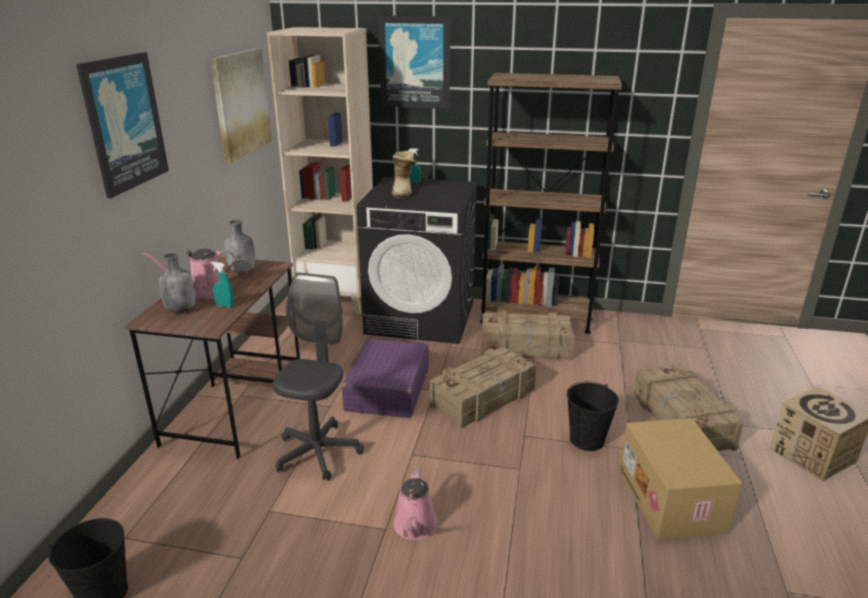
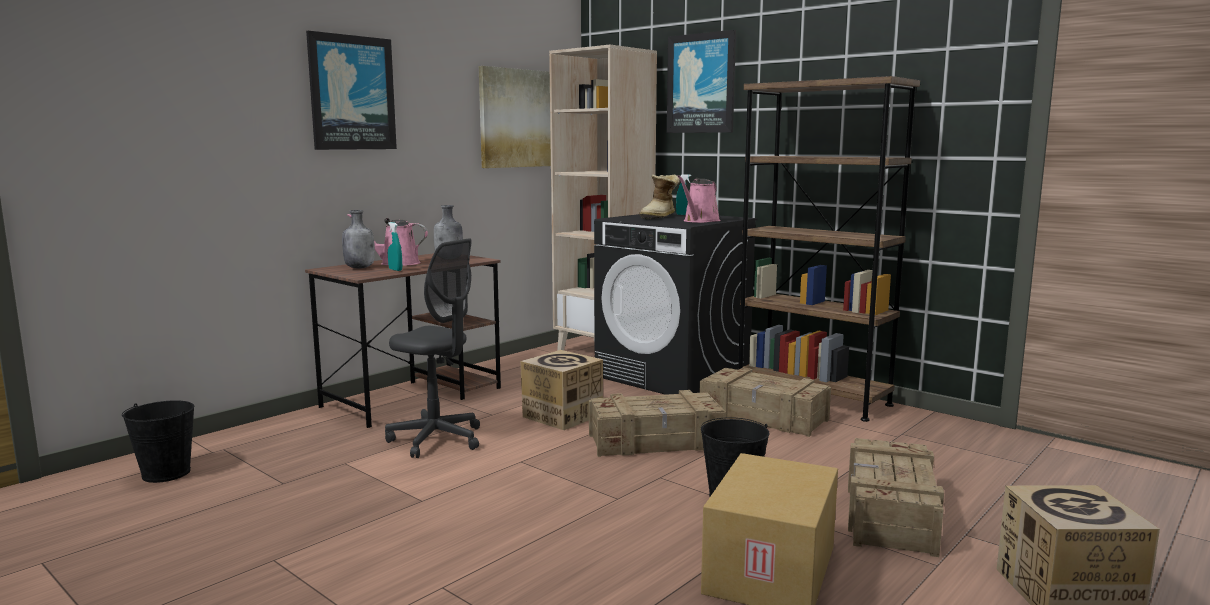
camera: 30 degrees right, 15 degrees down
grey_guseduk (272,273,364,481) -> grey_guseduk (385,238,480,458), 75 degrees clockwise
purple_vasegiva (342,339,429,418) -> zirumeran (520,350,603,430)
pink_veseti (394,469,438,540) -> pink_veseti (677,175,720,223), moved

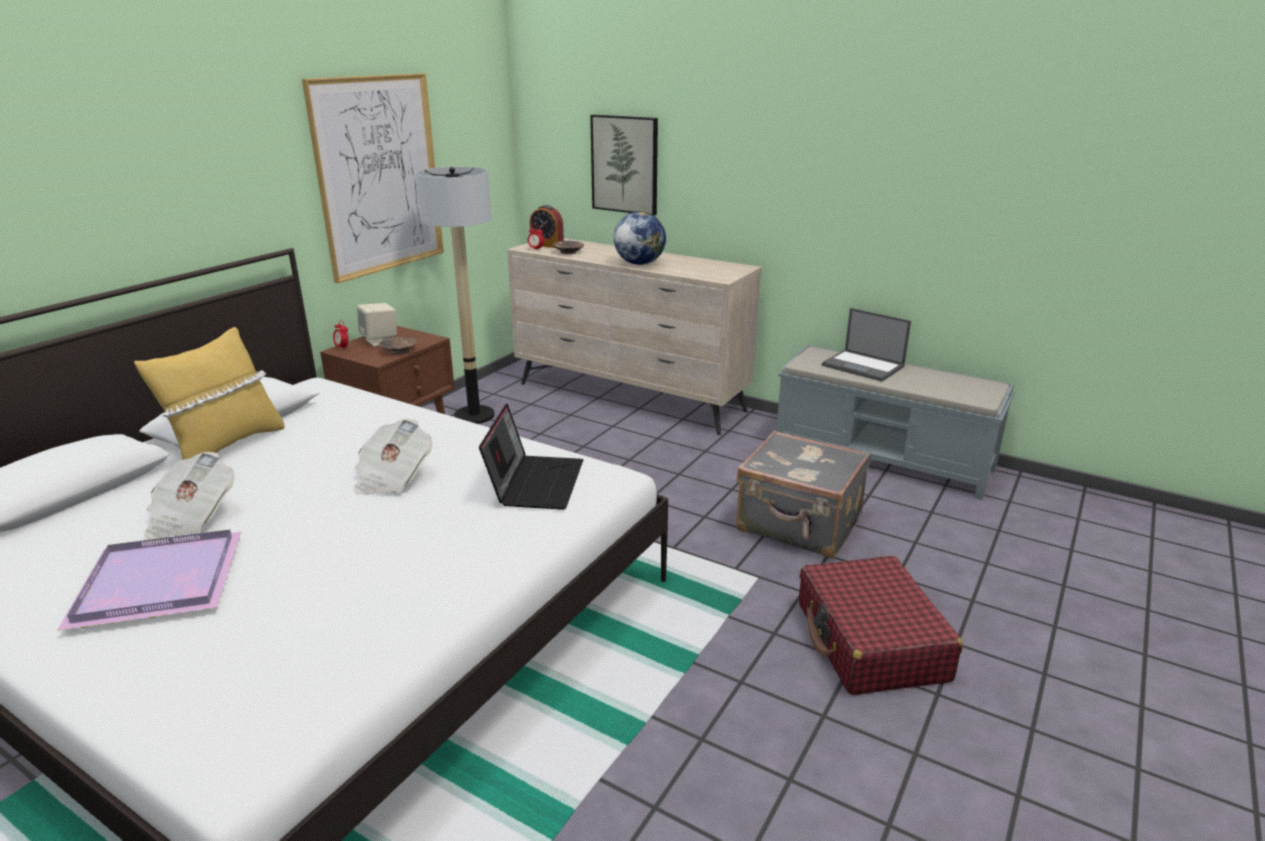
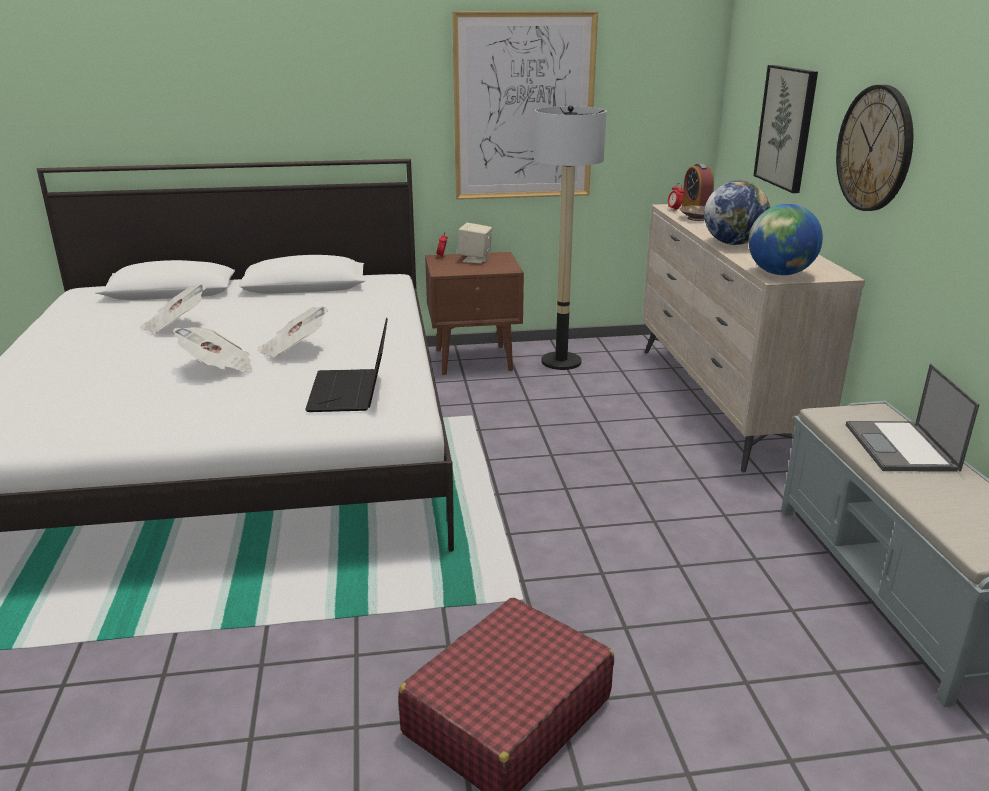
camera: 50 degrees right, 0 degrees up
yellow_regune (134,327,285,460) -> none
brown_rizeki (380,337,417,354) -> none
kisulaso (479,404,583,510) -> kisulaso (305,318,388,412), 120 degrees clockwise
grey_vasegiva (736,431,871,558) -> none
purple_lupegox (57,530,241,631) -> none
none -> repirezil (836,85,913,211)
none -> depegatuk (749,204,823,275)
none -> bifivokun (173,327,253,372)

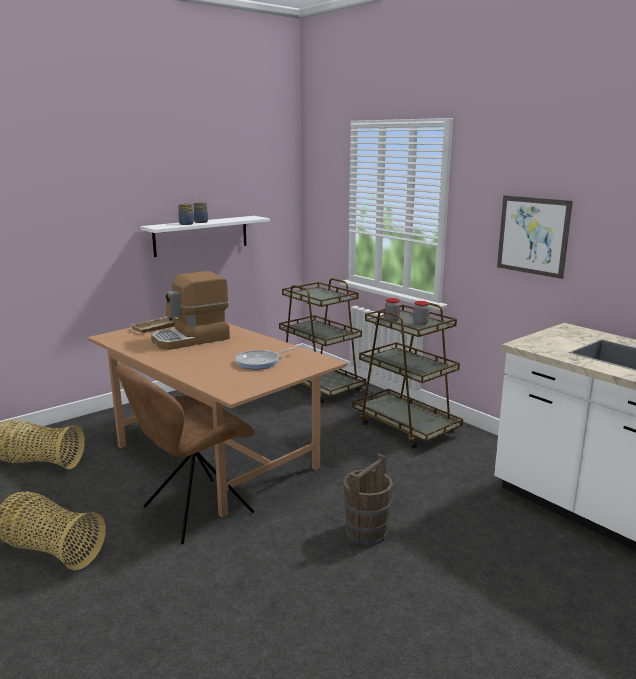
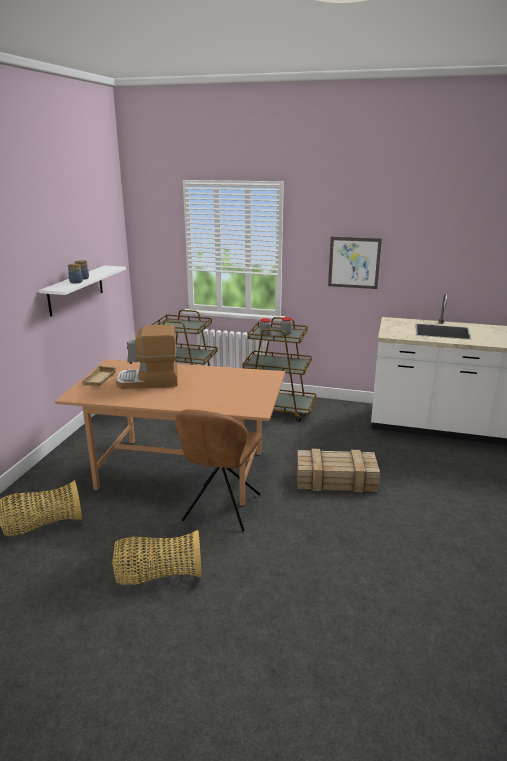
camera: 35 degrees left, 5 degrees up
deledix (151,271,230,350) -> deledix (116,325,178,389), 60 degrees clockwise
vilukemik (235,348,296,369) -> none
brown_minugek (343,453,393,545) -> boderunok (297,448,380,492)

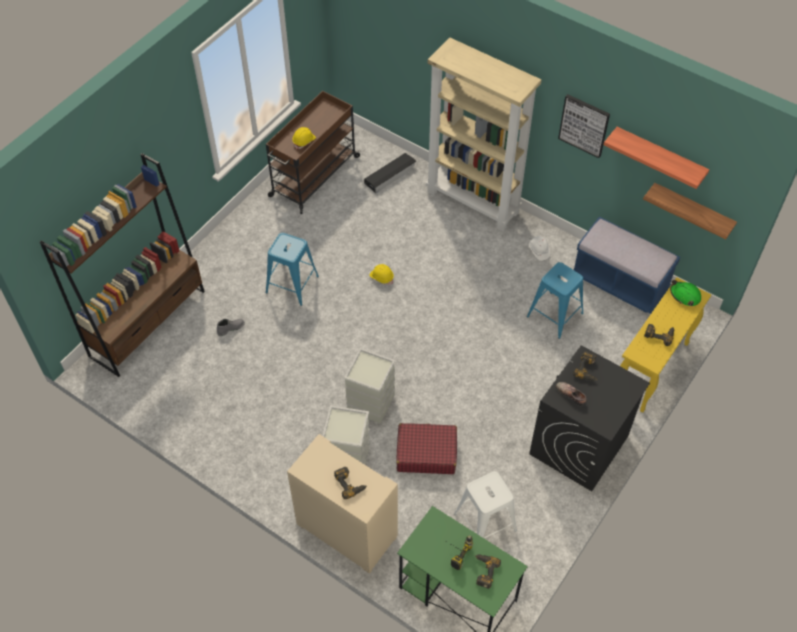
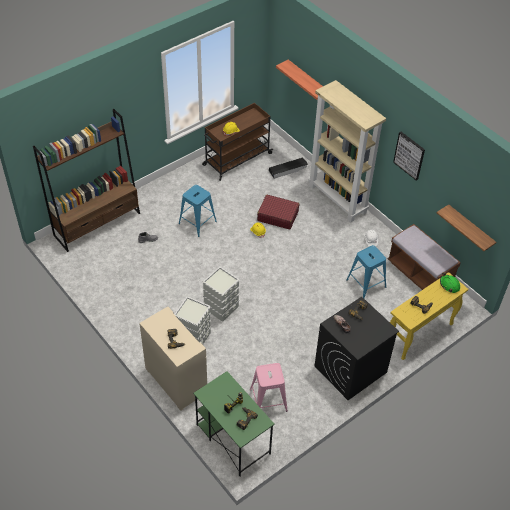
camera: 15 degrees right, 5 degrees down
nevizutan (604,127,710,189) -> nevizutan (276,60,323,100), moved
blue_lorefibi (574,217,680,314) -> brown_lorefibi (388,224,461,290)
red_vasegiva (397,423,457,474) -> red_vasegiva (257,195,299,230), moved
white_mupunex (454,471,517,539) -> pink_mupunex (250,363,288,412)

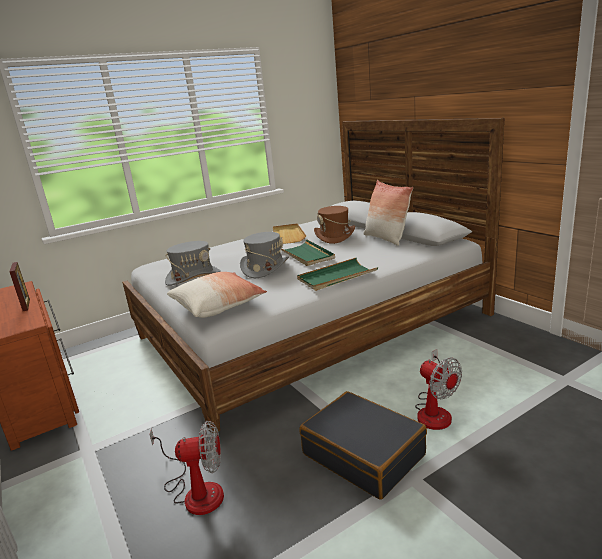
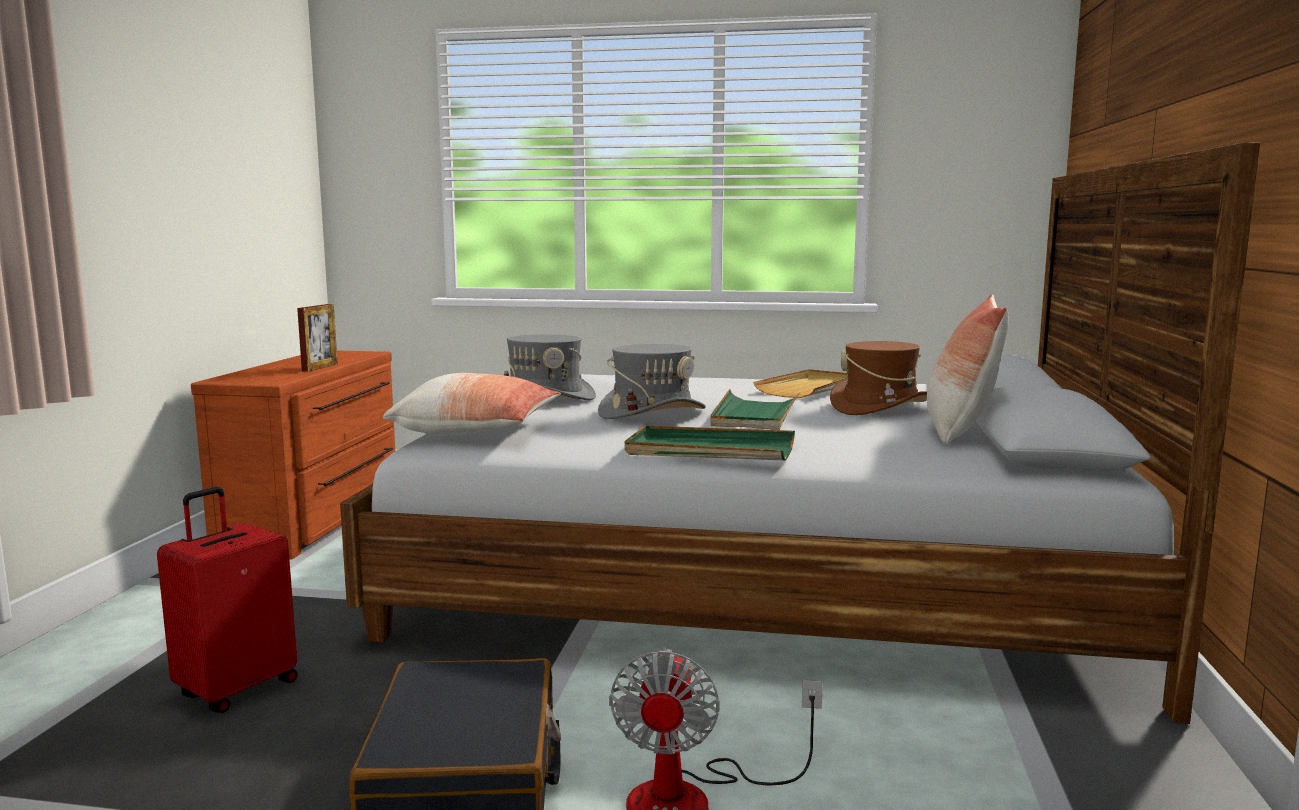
camera: 40 degrees right, 10 degrees down
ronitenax (149,421,224,515) -> red_vasegiva (157,487,298,713)

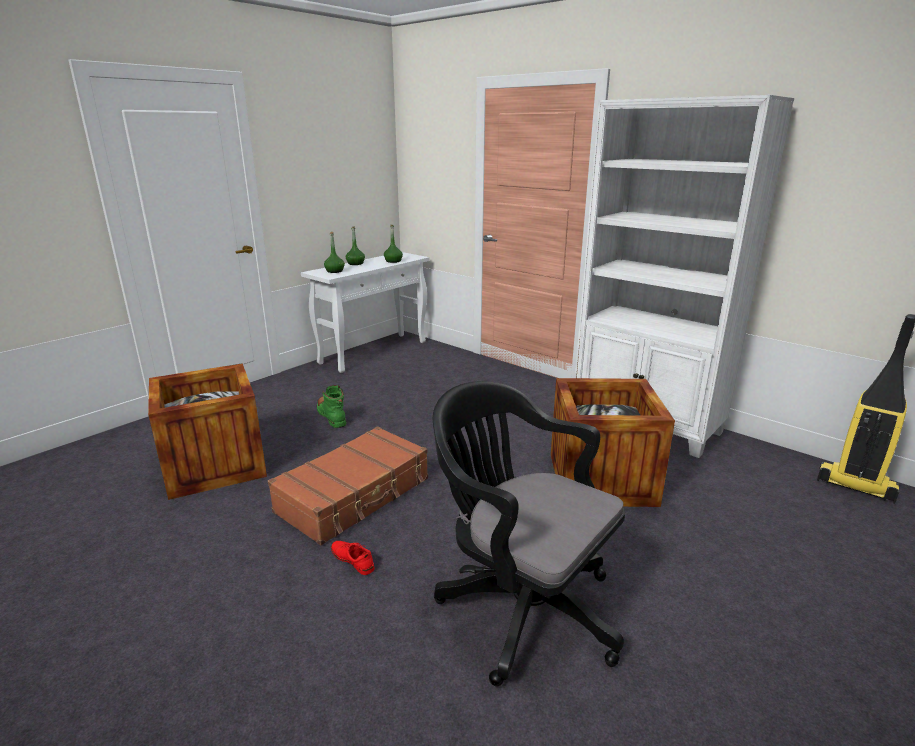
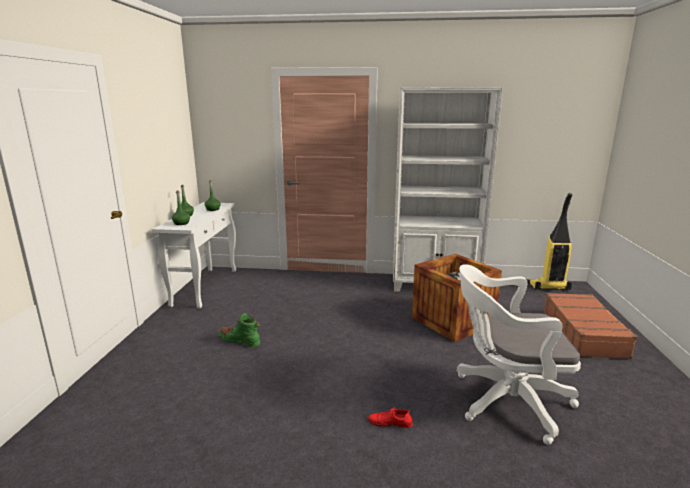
camera: 35 degrees left, 5 degrees down
boderunok (148,363,267,500) -> none
black_guseduk (432,381,625,686) -> white_guseduk (457,264,581,445)
brown_vasegiva (268,426,428,545) -> brown_vasegiva (543,293,637,359), moved

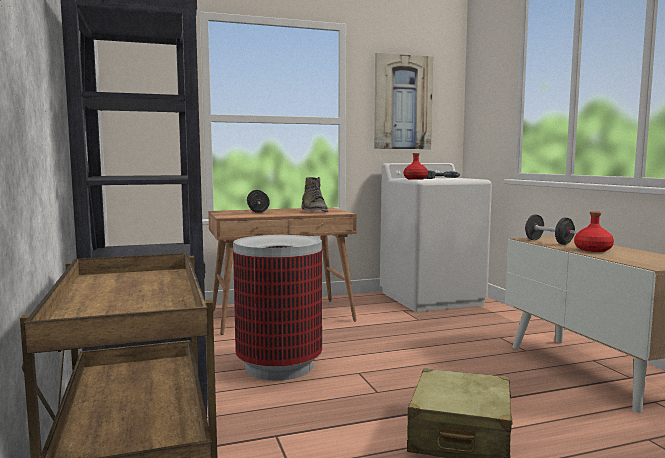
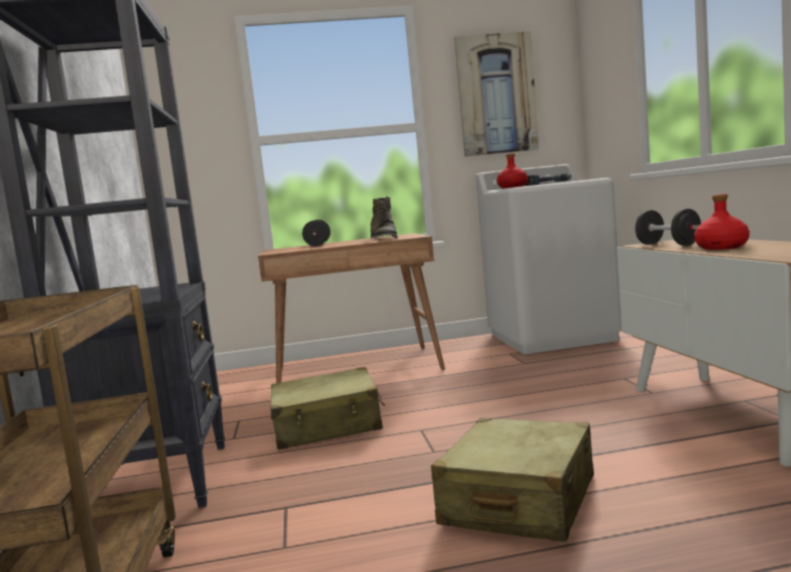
camera: 10 degrees right, 0 degrees up
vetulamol (233,235,322,380) -> beige_vasegiva (270,367,385,450)

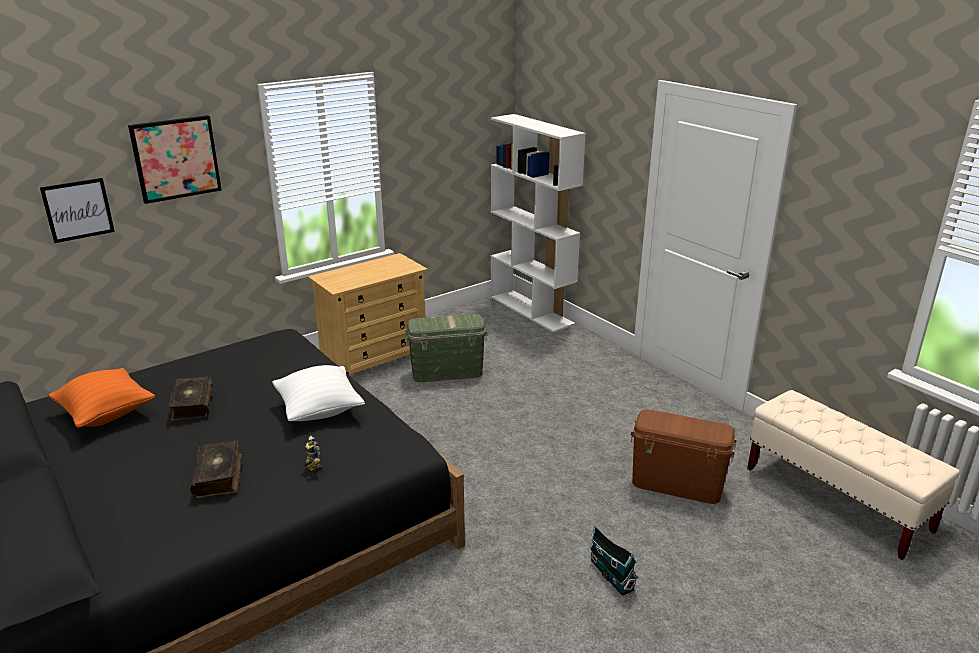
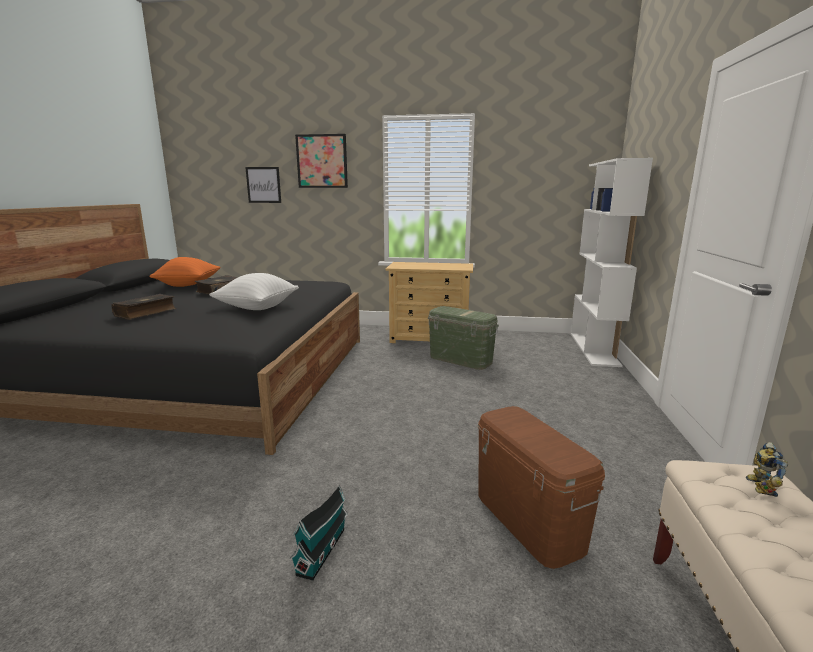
camera: 45 degrees right, 10 degrees down
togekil (305,436,322,471) -> togekil (746,442,788,497), moved

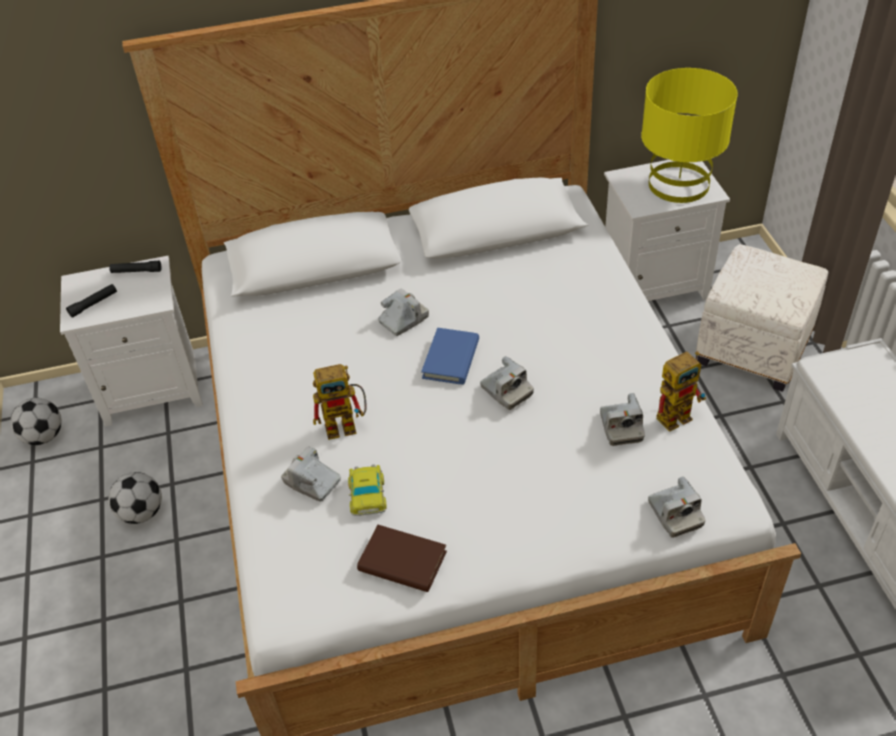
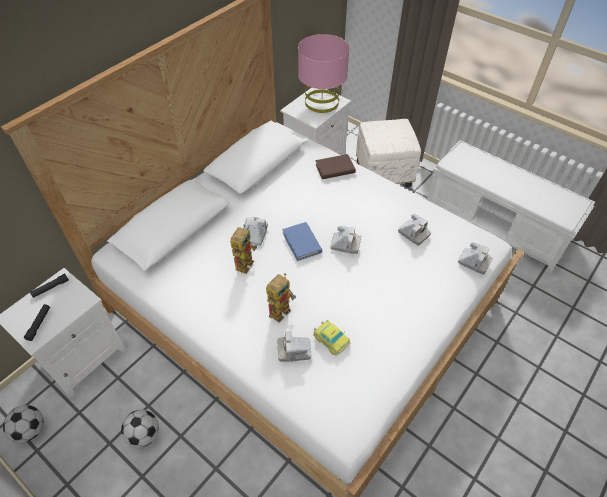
camera: 40 degrees left, 5 degrees up
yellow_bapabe (641,68,738,203) -> pink_bapabe (298,34,349,113)
togekil (656,351,706,432) -> togekil (230,224,257,274), moved
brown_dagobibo (357,525,447,592) -> brown_dagobibo (316,154,356,179), moved

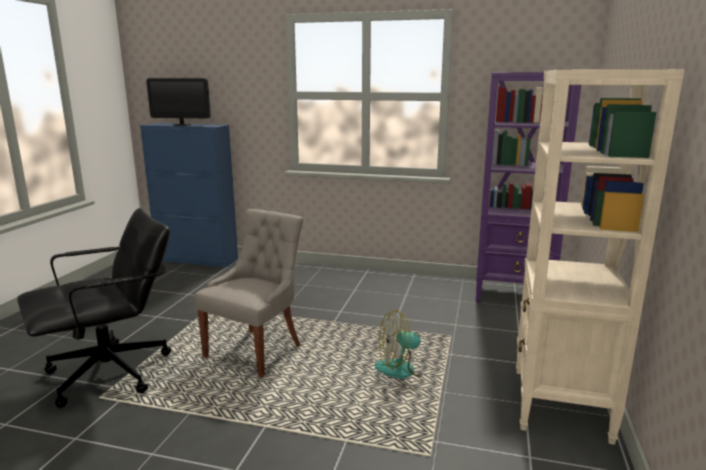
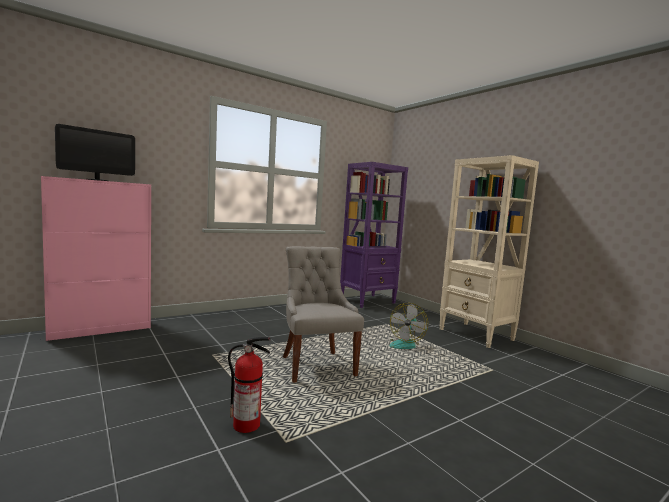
camera: 50 degrees left, 10 degrees down
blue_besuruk (140,123,238,267) -> pink_besuruk (41,176,151,341)
black_guseduk (17,208,171,408) -> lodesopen (228,337,271,433)

